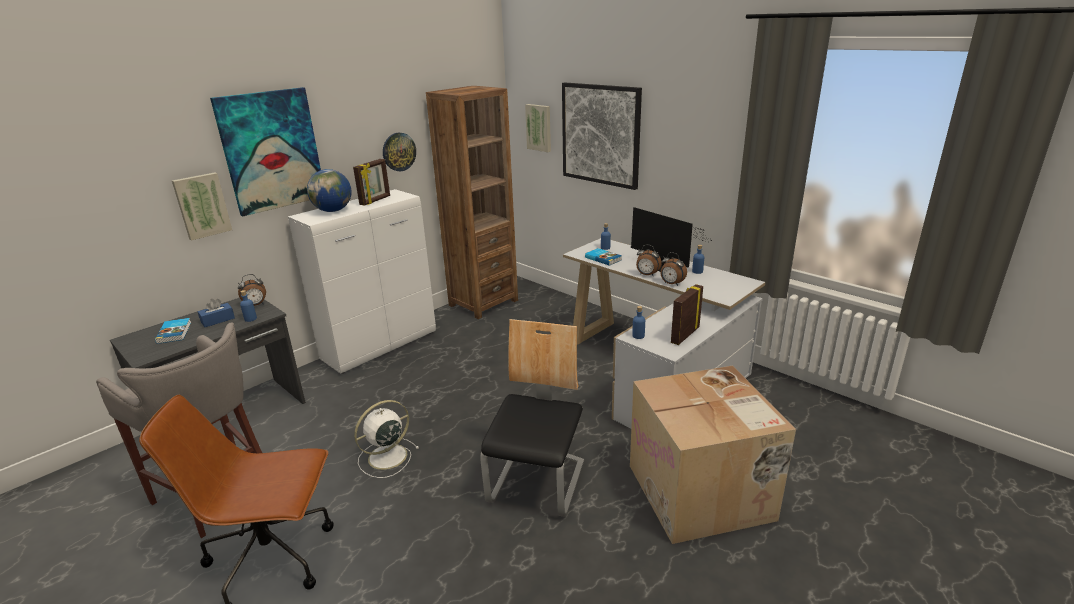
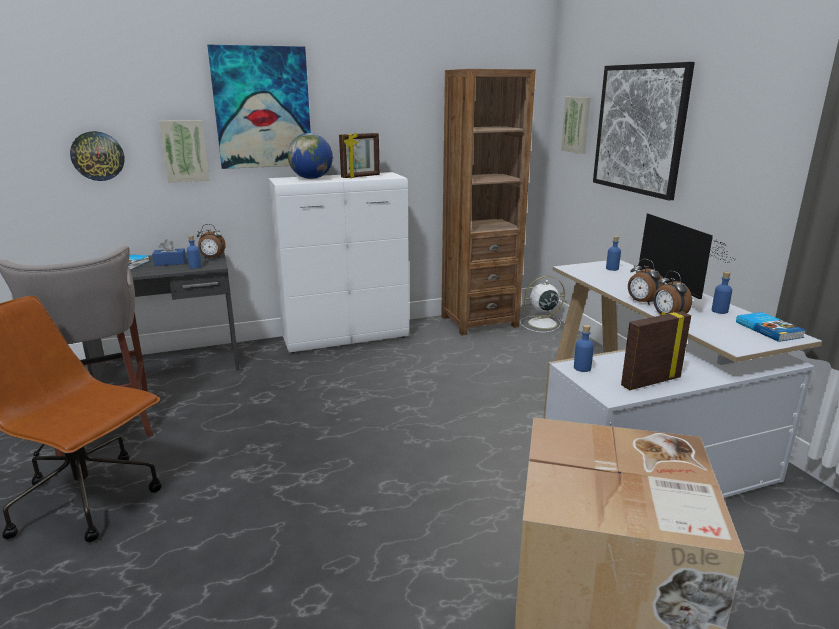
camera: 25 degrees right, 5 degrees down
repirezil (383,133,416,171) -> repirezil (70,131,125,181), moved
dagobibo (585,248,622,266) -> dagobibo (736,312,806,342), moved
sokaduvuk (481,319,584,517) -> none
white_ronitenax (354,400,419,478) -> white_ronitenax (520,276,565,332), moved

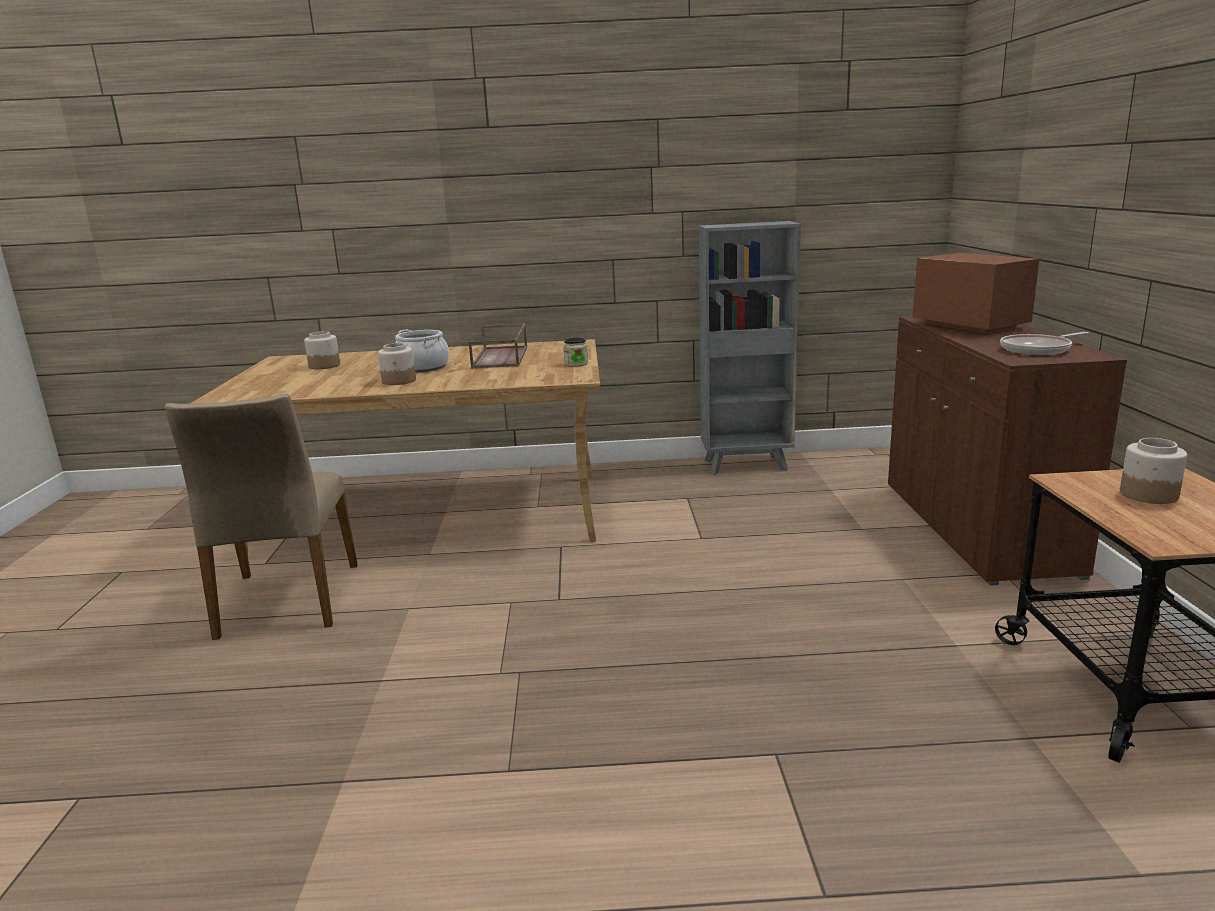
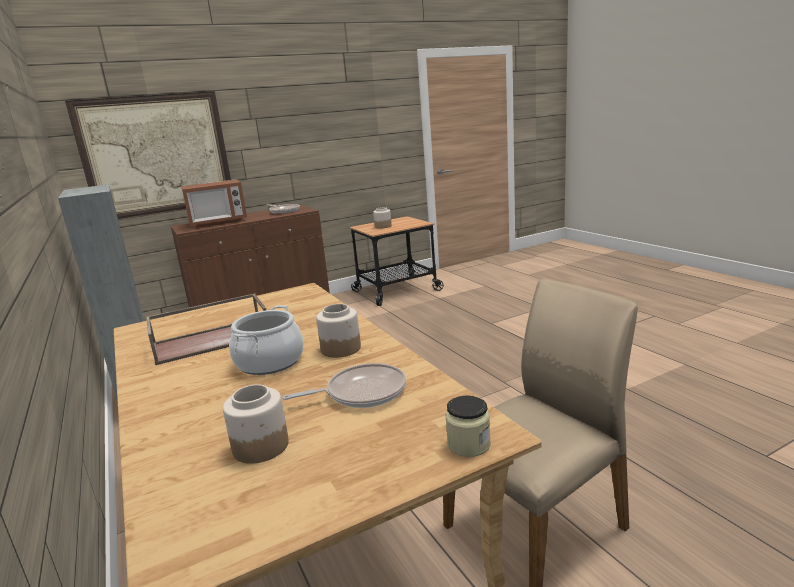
camera: 115 degrees left, 0 degrees up
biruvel (913,253,1039,334) -> biruvel (181,179,247,228), 150 degrees counterclockwise
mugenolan (563,337,588,367) -> mugenolan (446,396,491,457), moved
none -> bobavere (65,91,231,220)
none -> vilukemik (282,363,406,408)

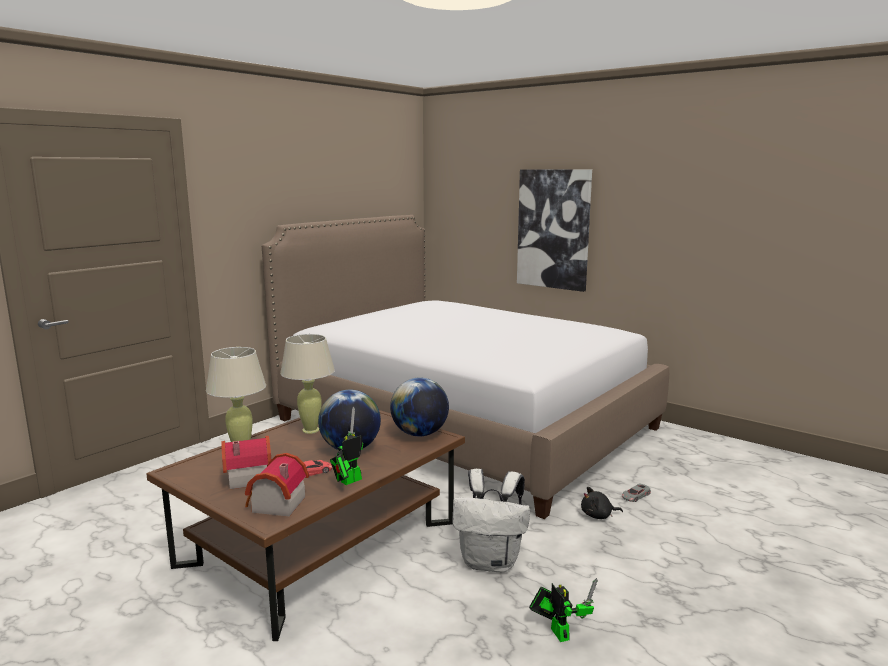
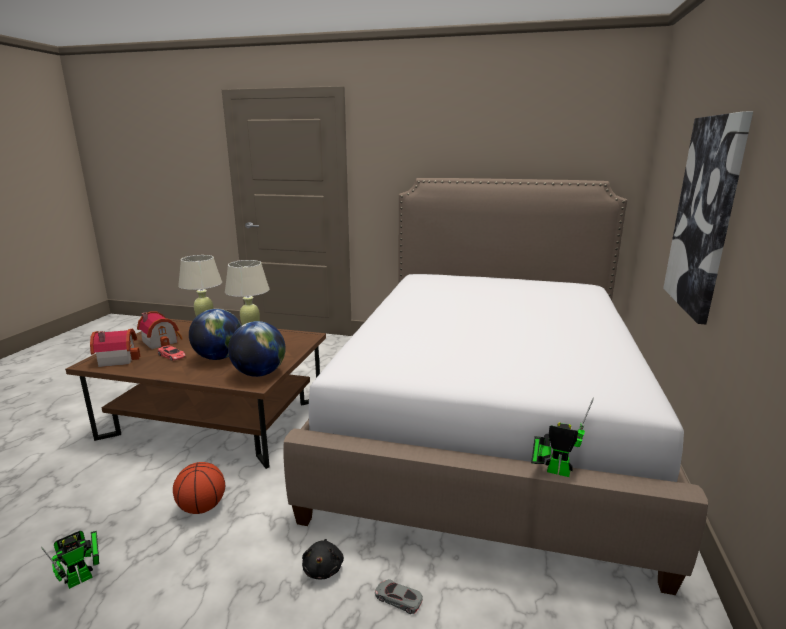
camera: 65 degrees right, 5 degrees up
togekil (330,406,363,485) -> togekil (531,397,594,477), moved
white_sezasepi (453,469,530,572) -> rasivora (173,462,225,514)
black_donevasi (581,487,623,519) -> black_donevasi (302,539,344,580), 150 degrees counterclockwise

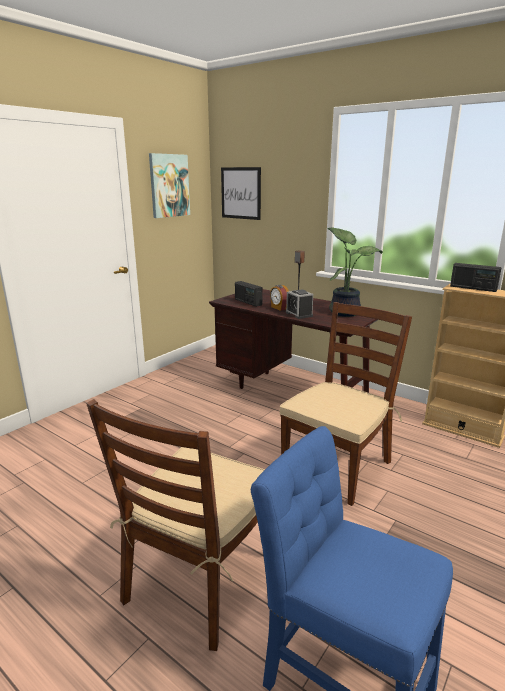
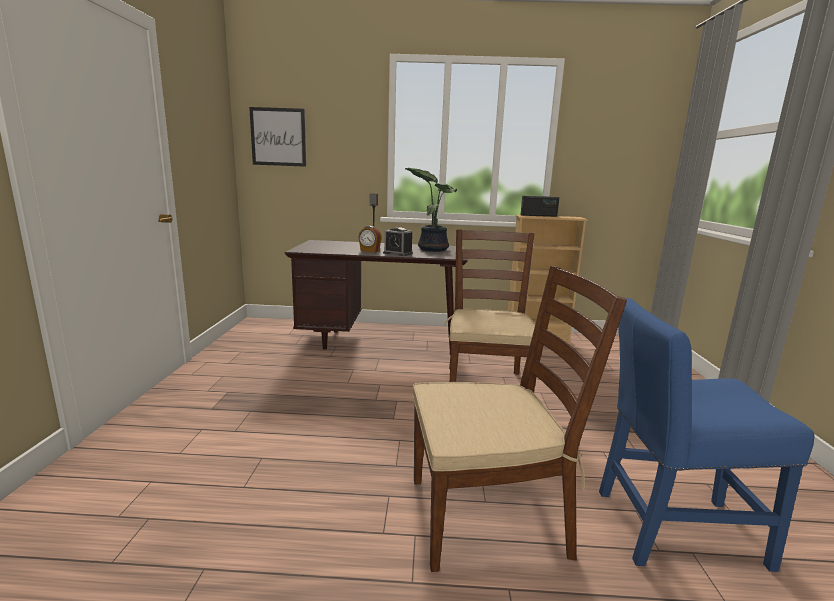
camera: 35 degrees left, 5 degrees down
bobavere (149,153,190,218) -> none
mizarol (235,281,263,307) -> none
brown_sokaduvuk (86,399,265,651) -> brown_sokaduvuk (412,266,627,572), 90 degrees counterclockwise

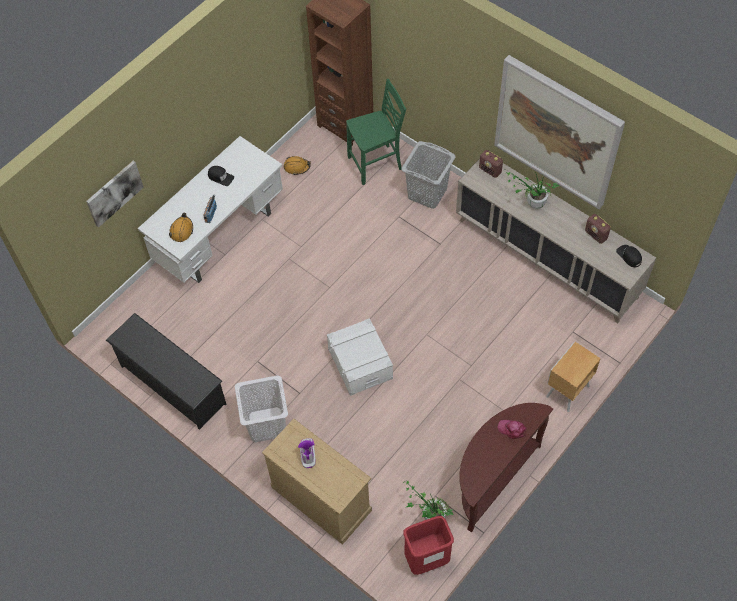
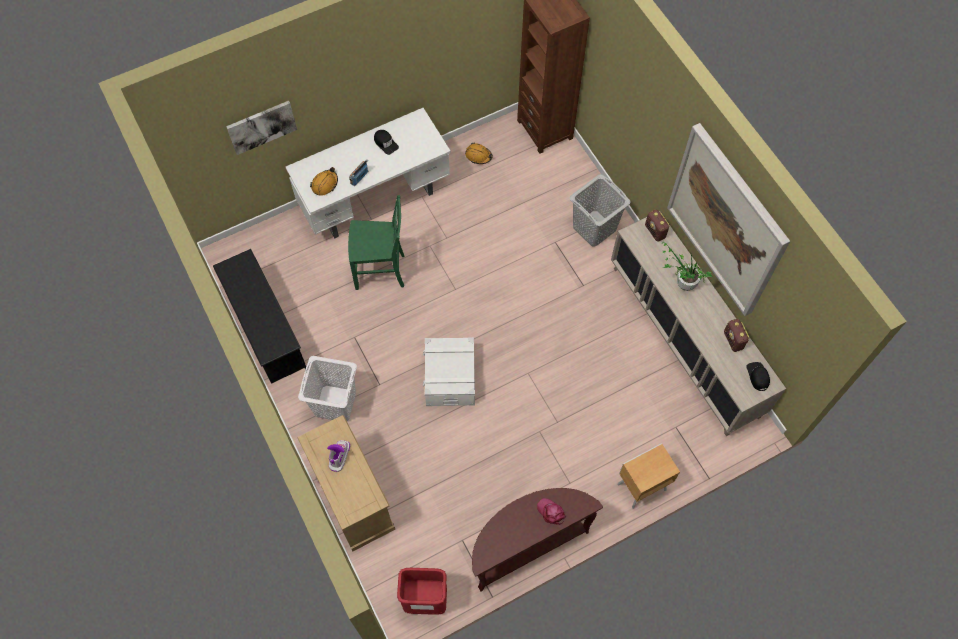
camera: 20 degrees right, 5 degrees up
green_sokaduvuk (346,79,406,185) -> green_sokaduvuk (348,195,405,290), moved
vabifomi (403,479,453,520) -> none

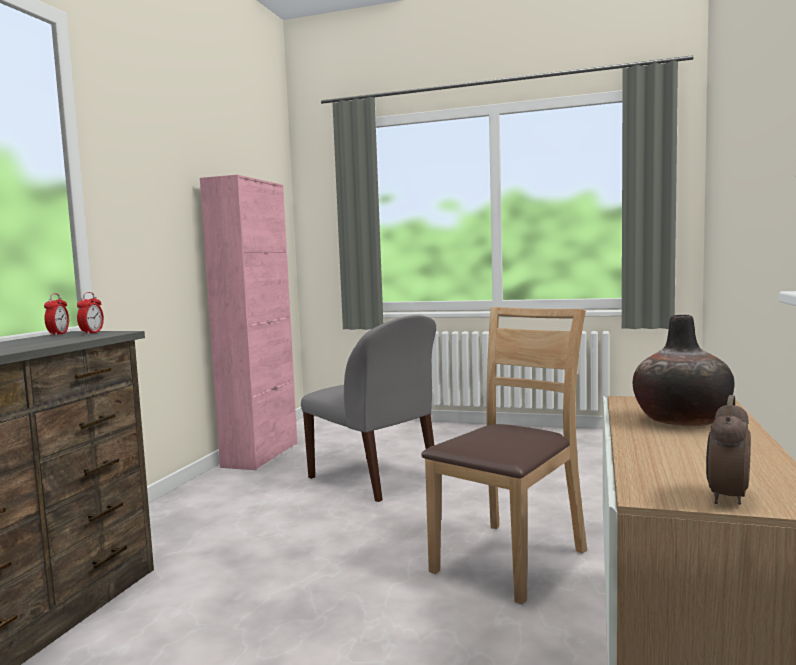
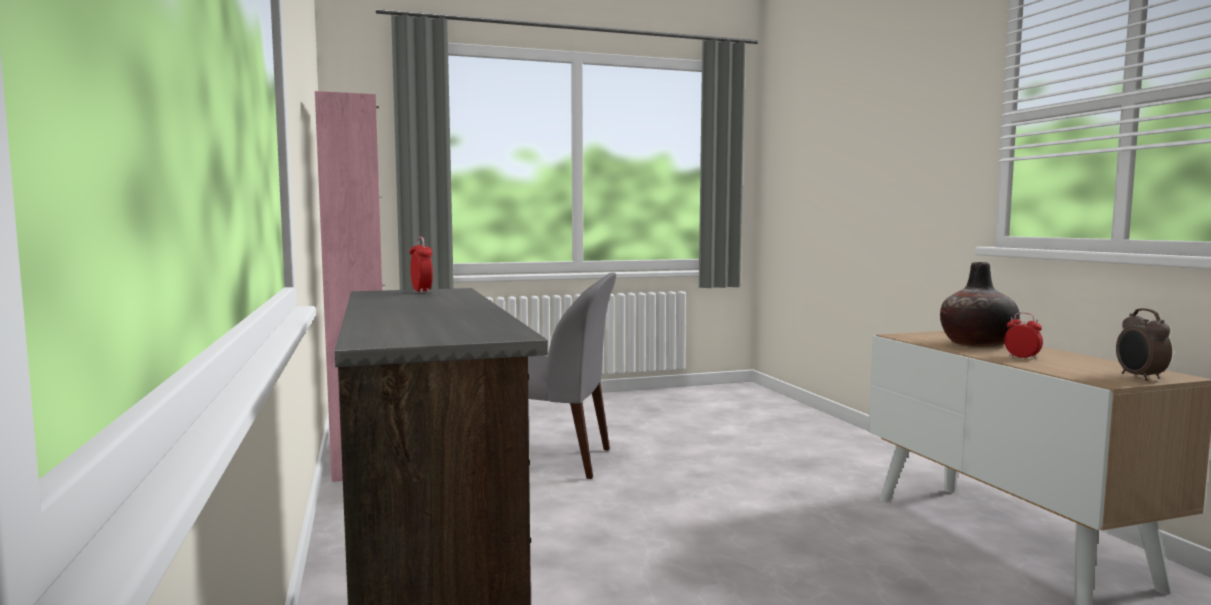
camera: 35 degrees left, 0 degrees up
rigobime (44,293,69,336) -> rigobime (1004,313,1043,360), moved
brown_sokaduvuk (422,307,587,605) -> none

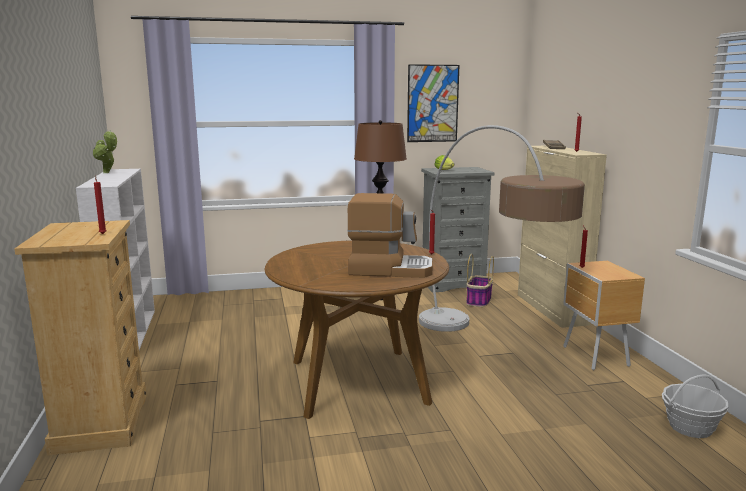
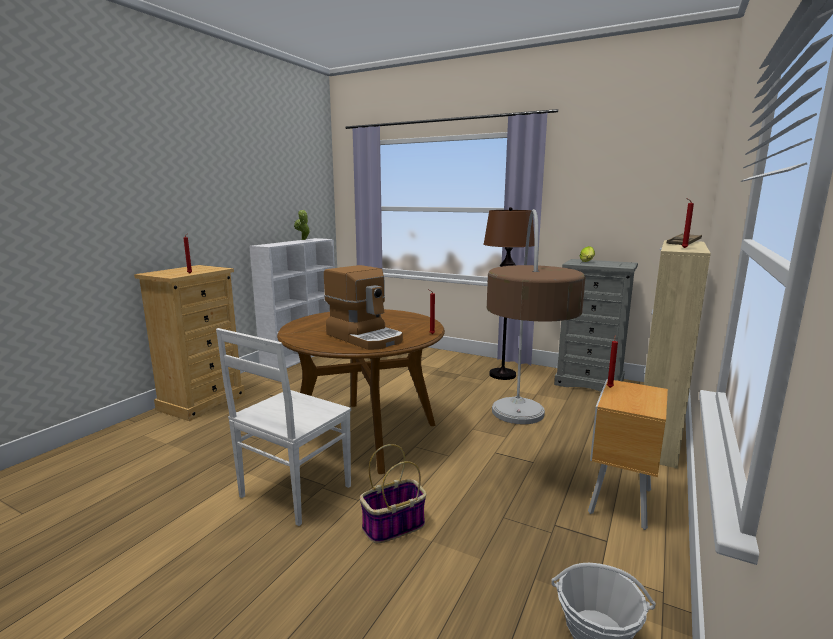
camera: 40 degrees right, 0 degrees up
bobavere (407,64,459,142) -> none
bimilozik (466,254,494,307) -> bimilozik (360,444,426,543), moved
none -> white_sokaduvuk (216,328,351,526)

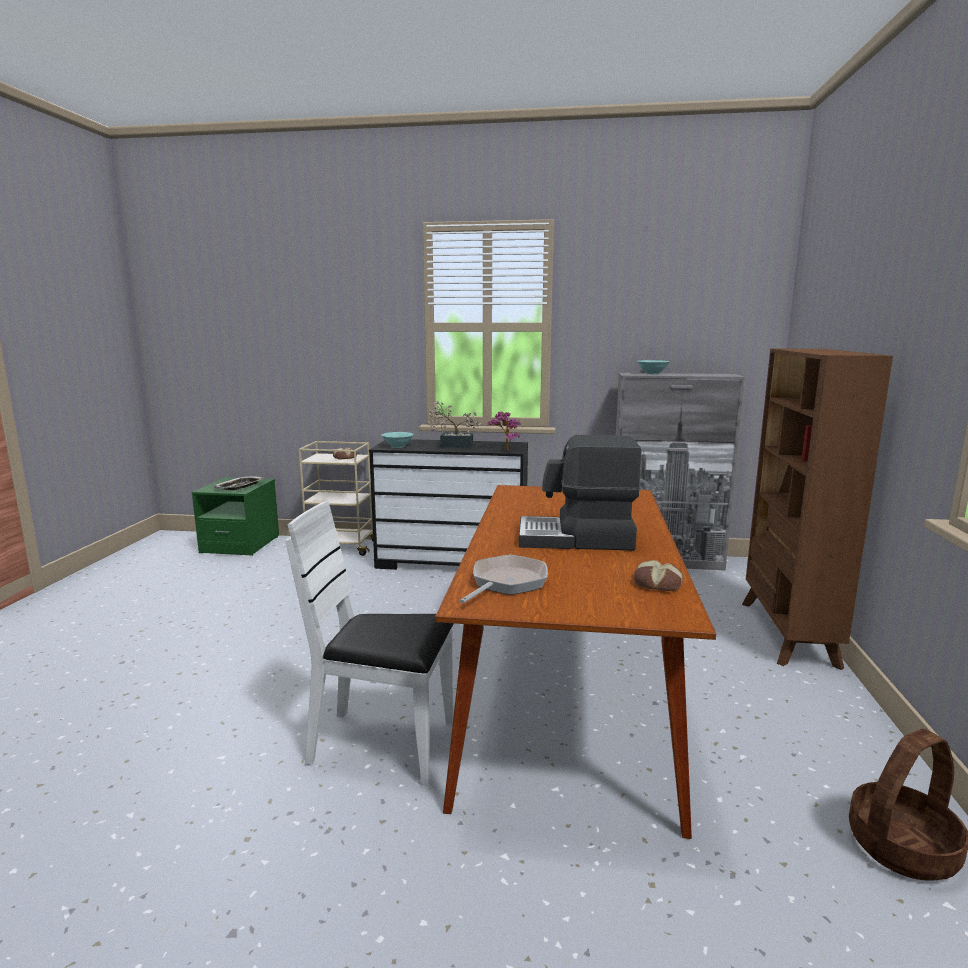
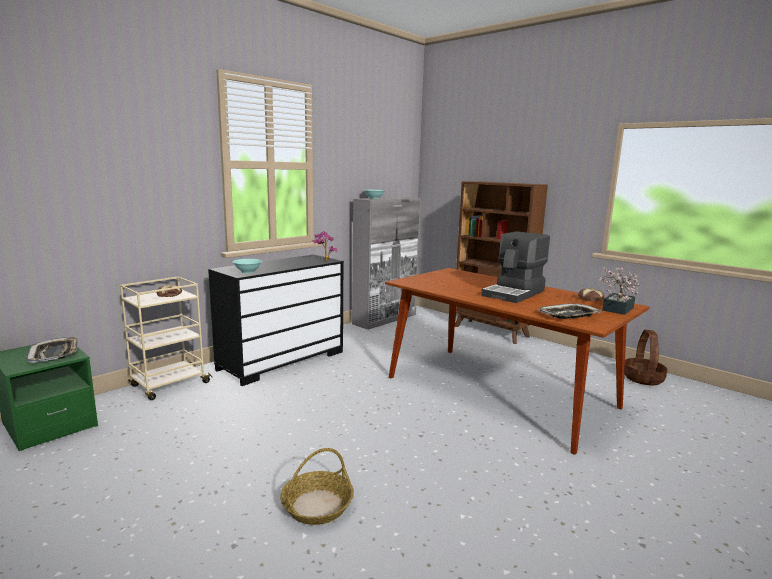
camera: 55 degrees left, 0 degrees up
vabifomi (428,401,481,448) -> vabifomi (599,267,641,315), moved
white_sokaduvuk (285,501,454,786) -> none
vilukemik (460,555,548,603) -> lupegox (538,303,601,319)
none -> bimilozik (280,448,354,525)

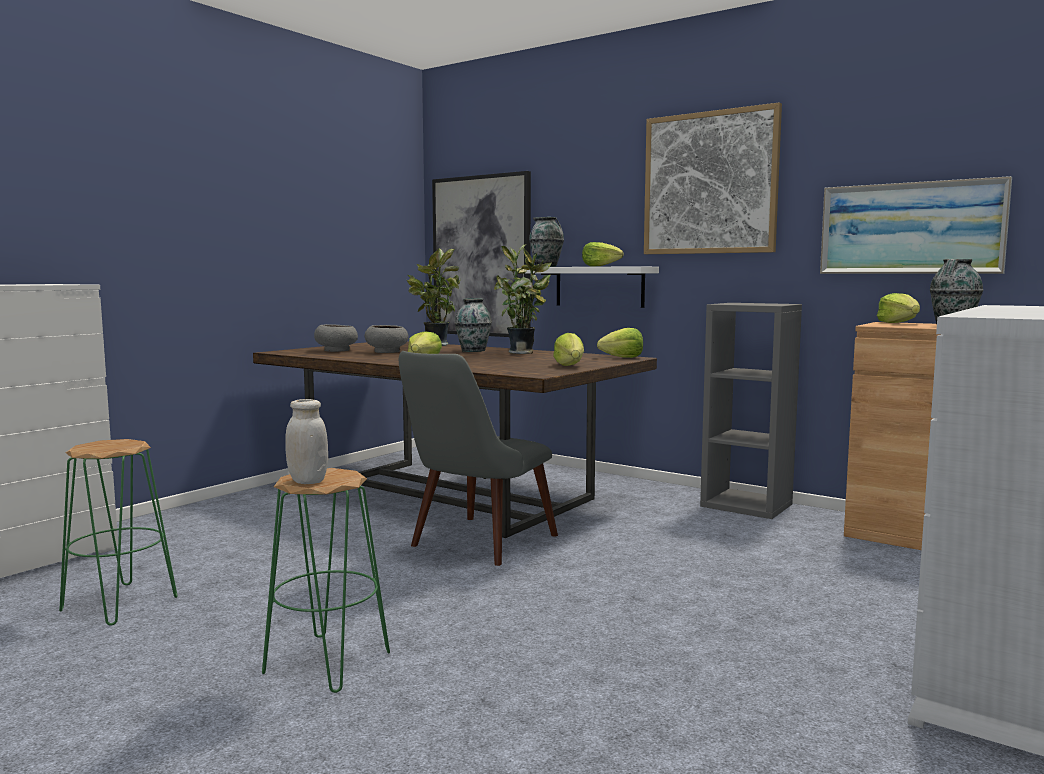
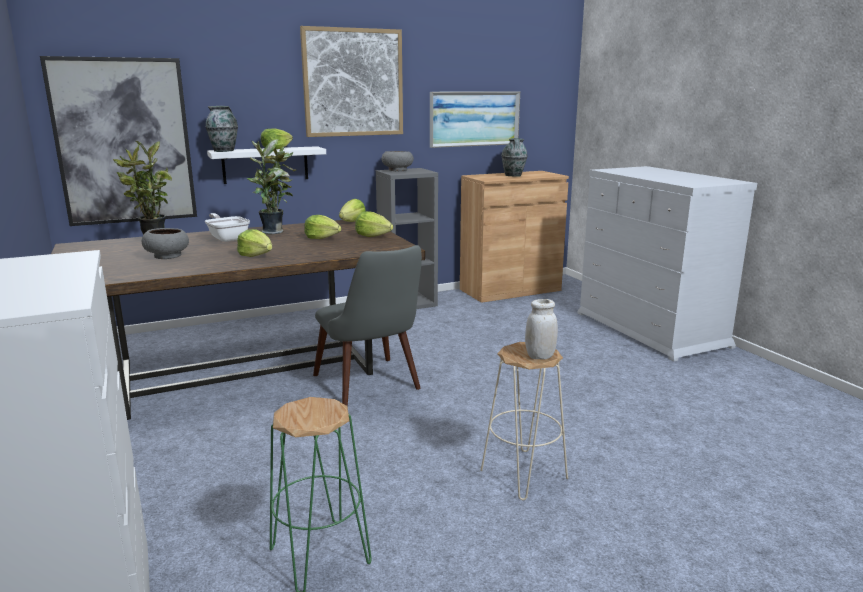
camera: 60 degrees left, 10 degrees up
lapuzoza (877,293,920,323) -> lapuzoza (305,215,341,239), moved
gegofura (455,298,492,352) -> vilukemik (205,213,250,242)
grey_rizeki (314,324,358,352) -> grey_rizeki (381,151,414,171), moved
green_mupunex (262,468,390,693) -> beige_mupunex (480,342,568,500)

